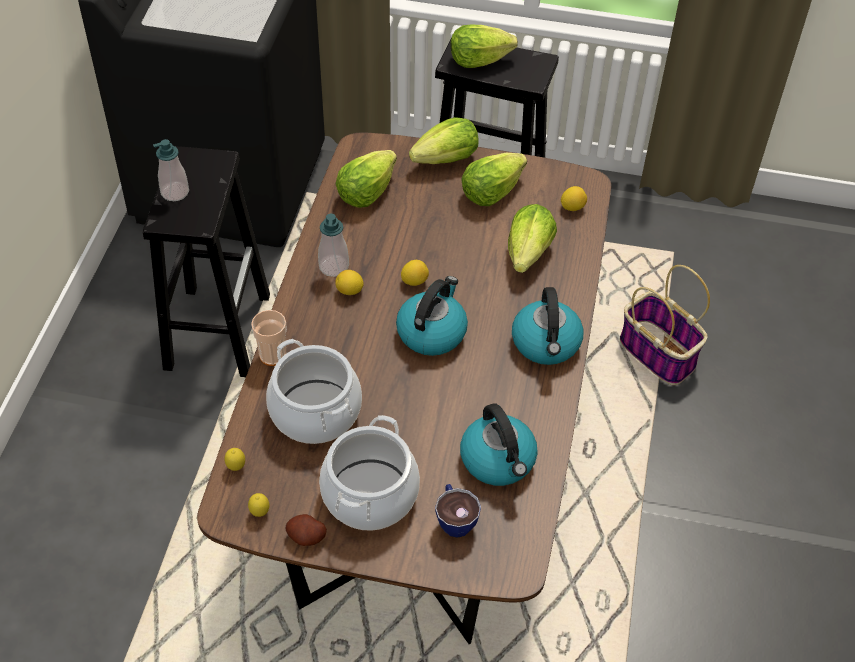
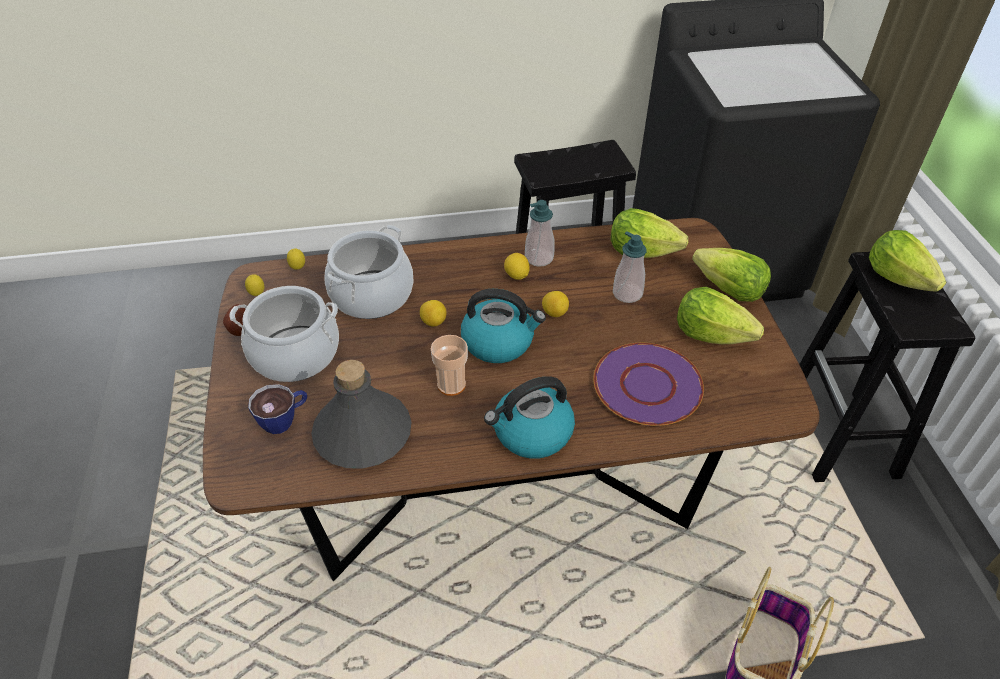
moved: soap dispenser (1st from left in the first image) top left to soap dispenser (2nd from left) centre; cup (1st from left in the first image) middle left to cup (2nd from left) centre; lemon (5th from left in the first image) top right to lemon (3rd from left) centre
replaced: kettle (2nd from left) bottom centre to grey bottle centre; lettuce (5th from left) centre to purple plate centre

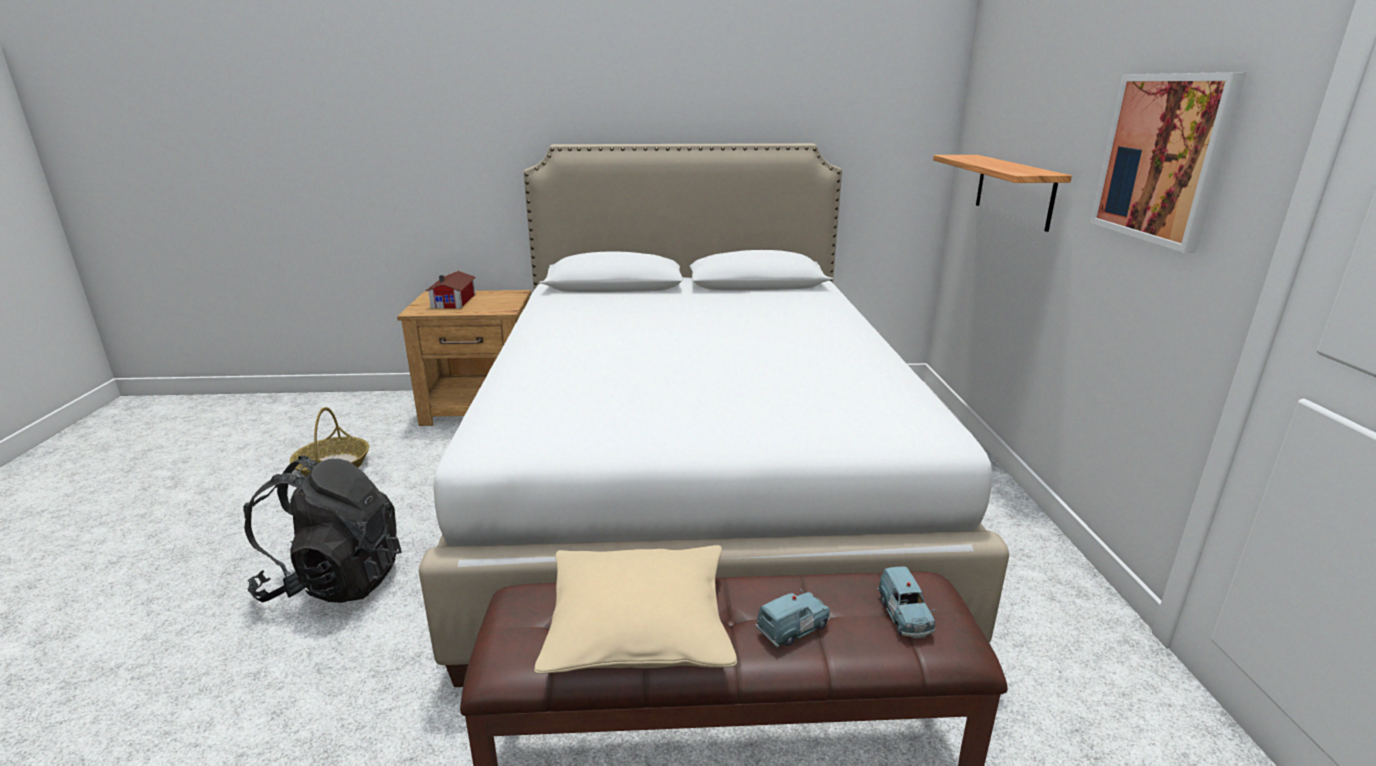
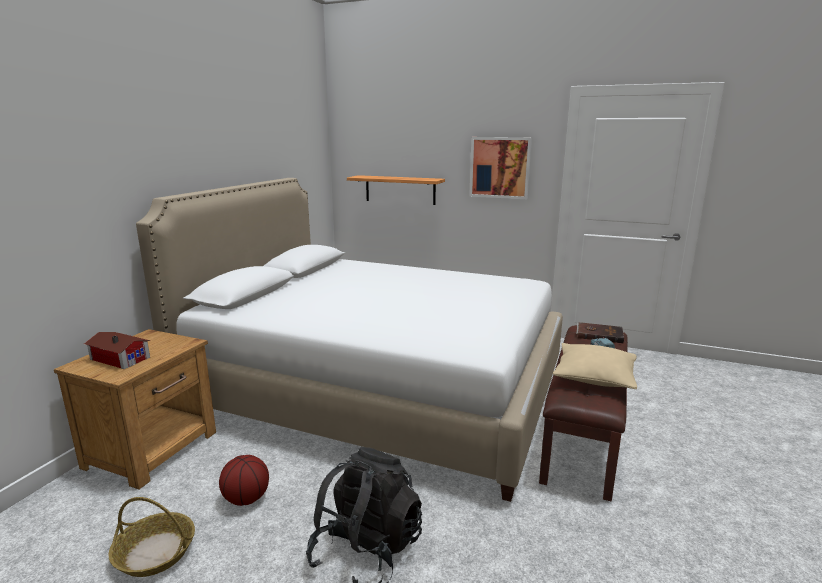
added: basketball bottom left
replaced: blue toy car (2nd from left) bottom centre to brown book middle right

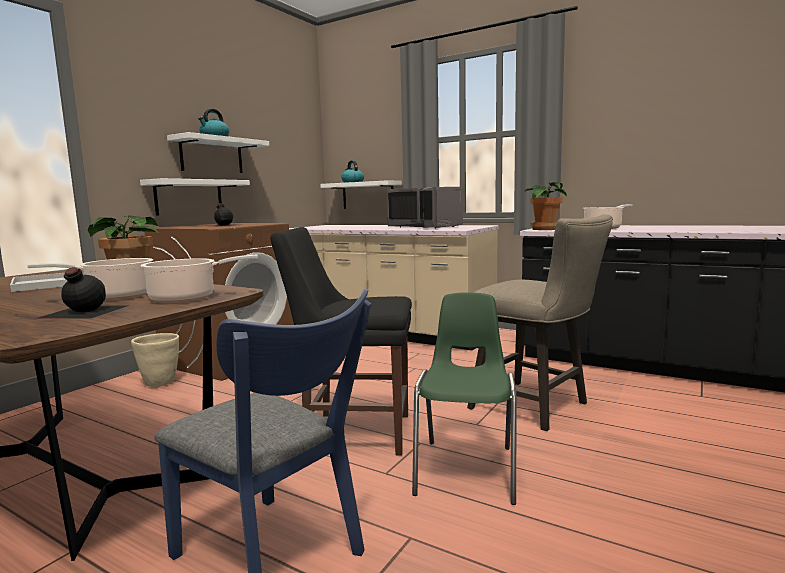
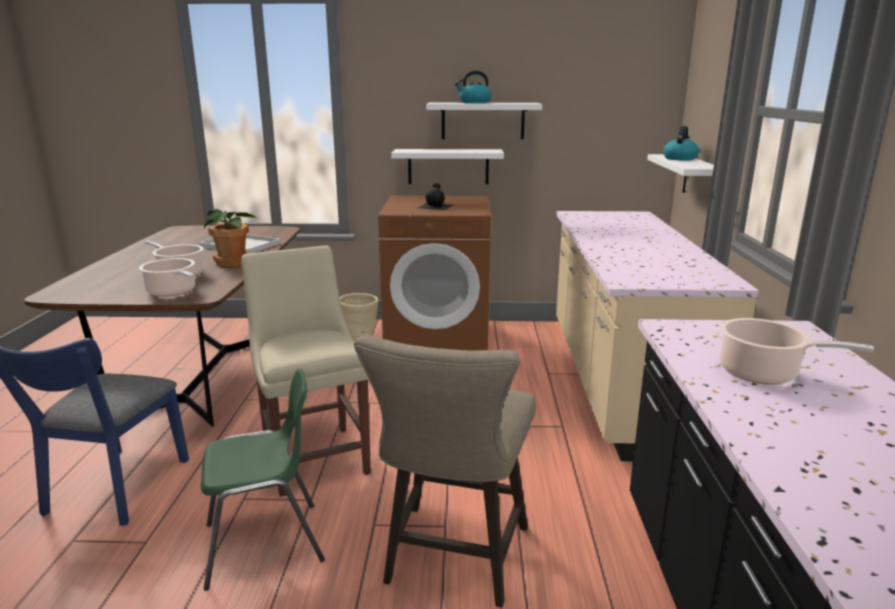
removed: black bottle (1st from left) middle left; grey microwave centre; potted plant (2nd from left) middle right
recoloured: black chair centre to beige chair centre

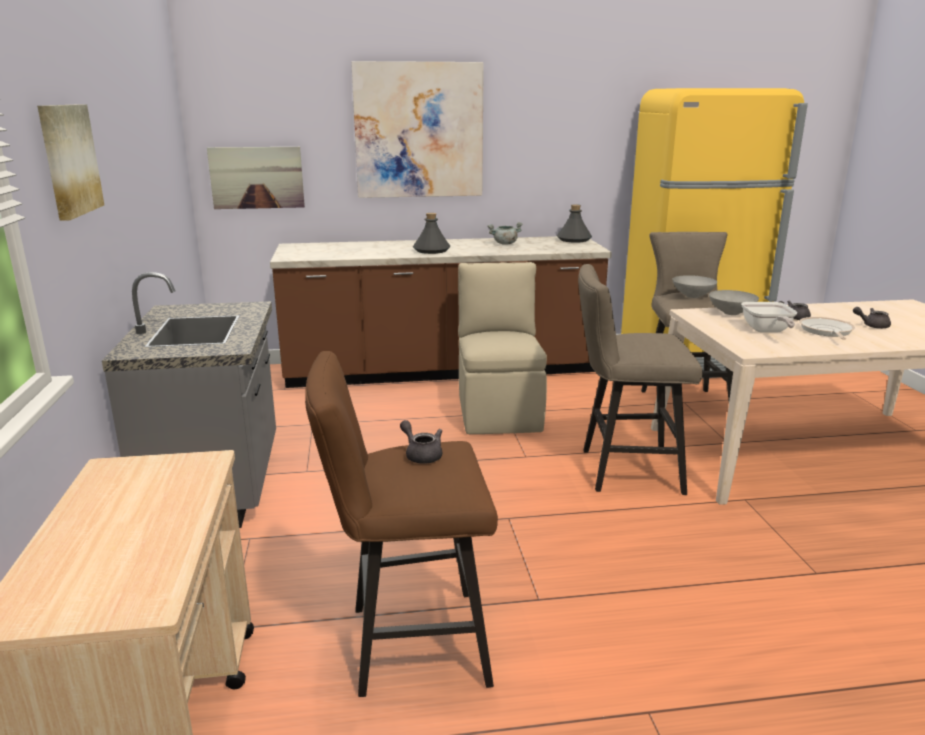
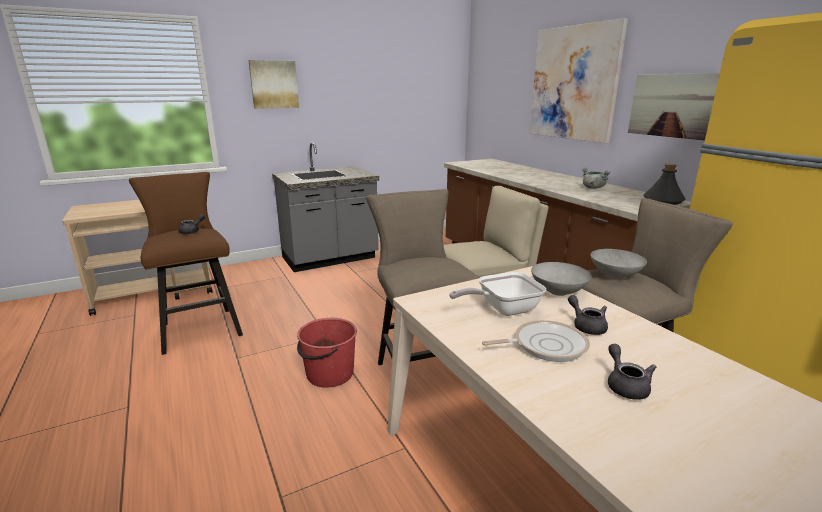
removed: grey bottle (1st from left) top centre
added: red bucket bottom centre
moved: picture (2nd from left in the first image) top left to picture (3rd from left) top right

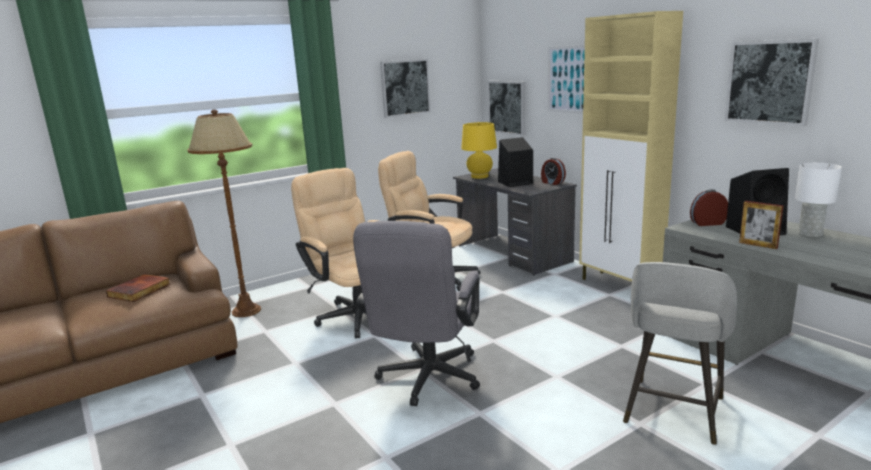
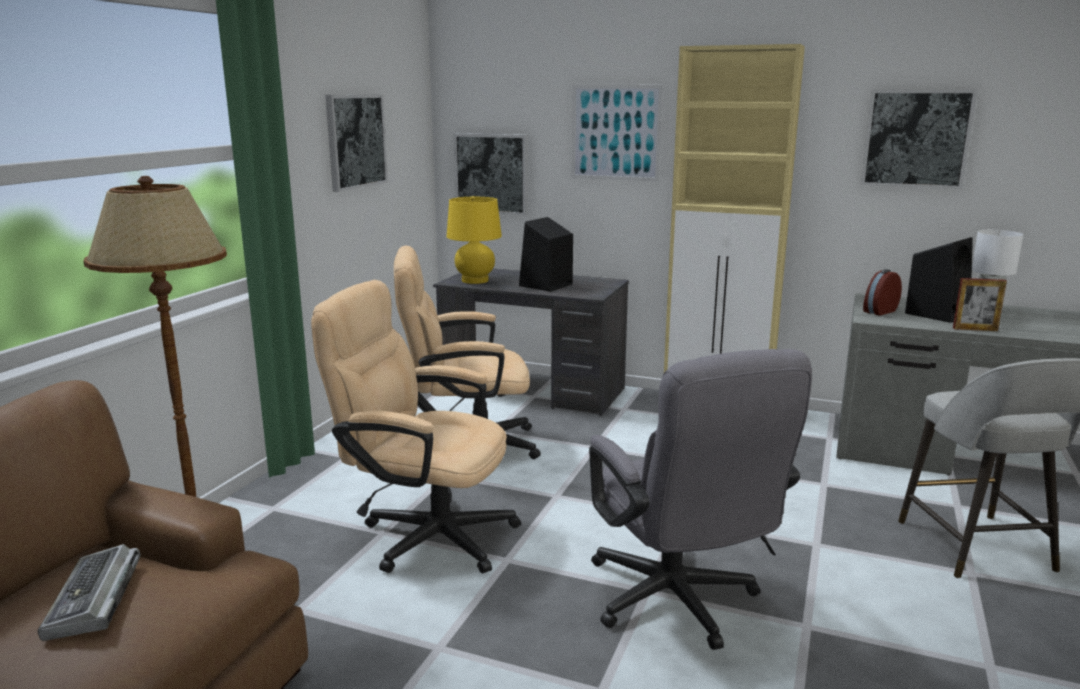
removed: alarm clock (1st from left) centre
replaced: book middle left to keyboard bottom left

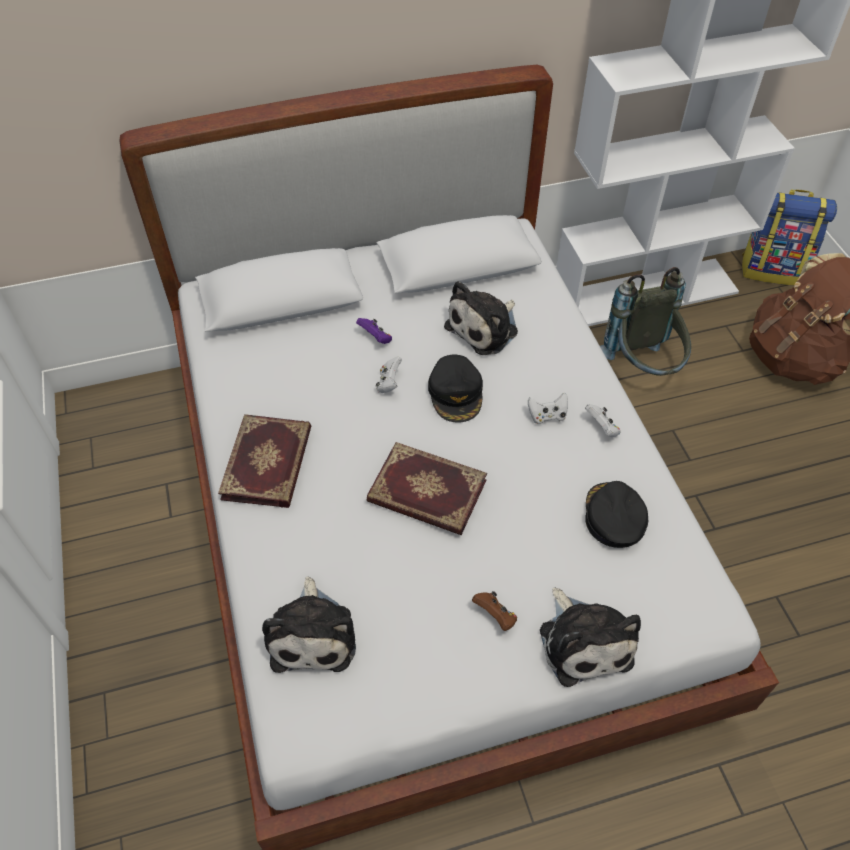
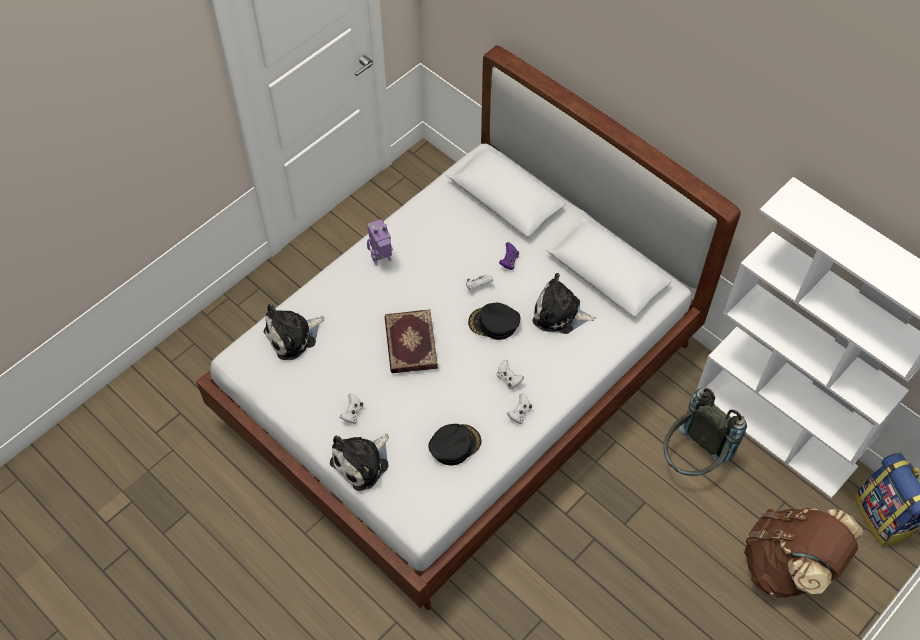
replaced: book (1st from left) middle left to toy robot centre
recoloured: brown game controller bottom centre to white game controller (1st from left) centre
turned: black cap (1st from left in the first image) centre = centre 45 degrees clockwise

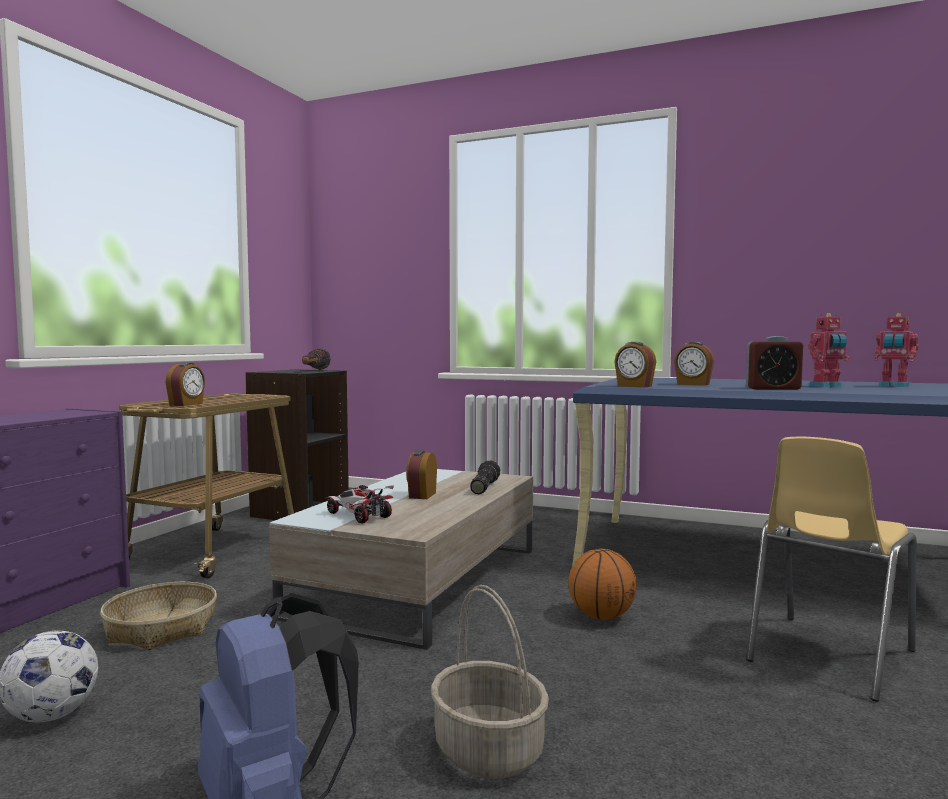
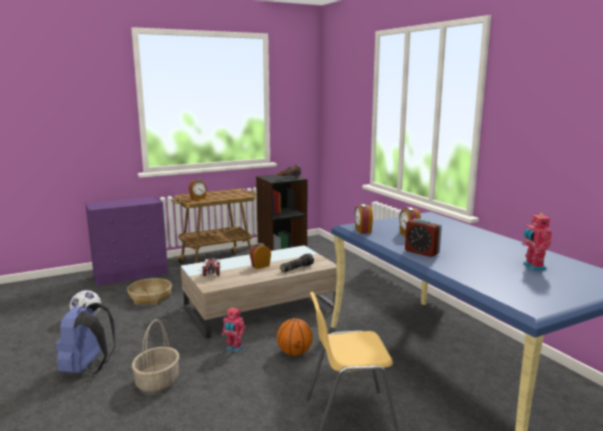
moved: toy robot (1st from left) middle right to bottom centre

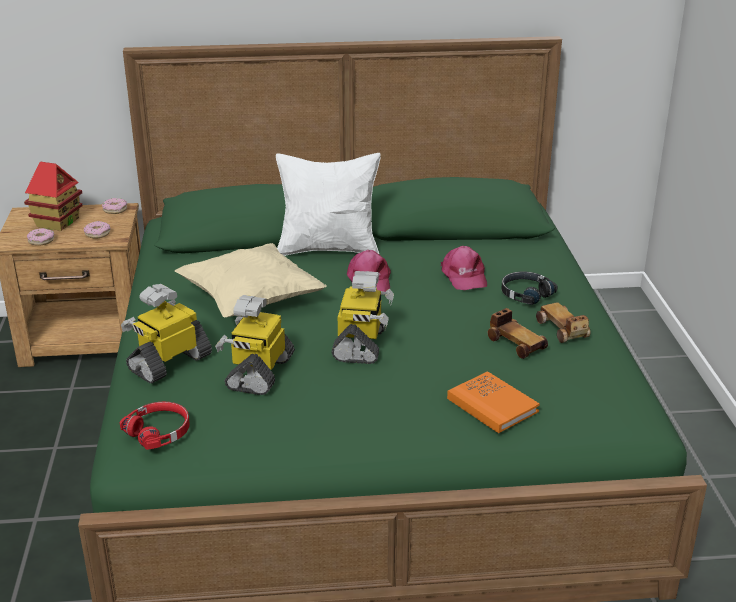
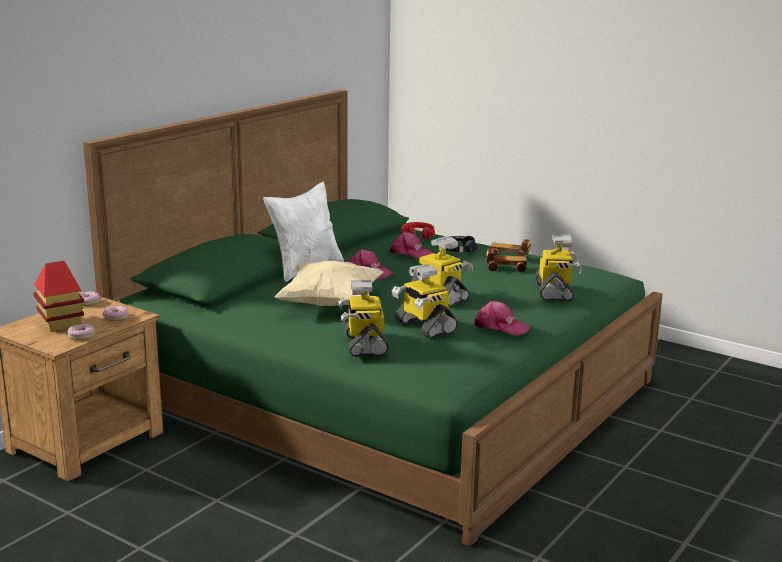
added: pink cap (3rd from left) centre
moved: red headphones bottom left to centre
replaced: orange book bottom right to toy robot (4th from left) middle right

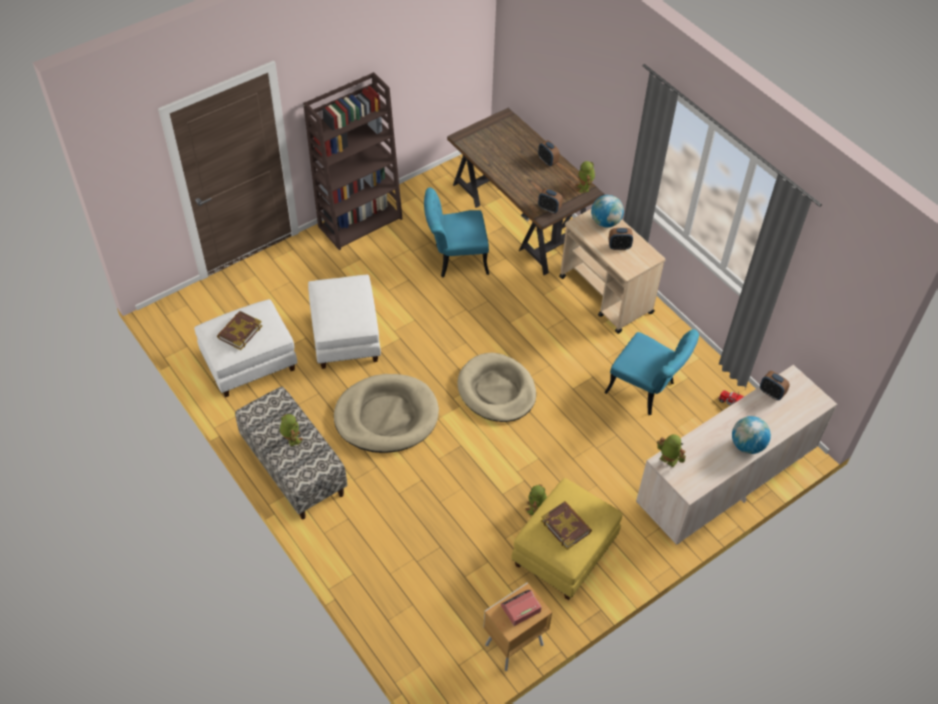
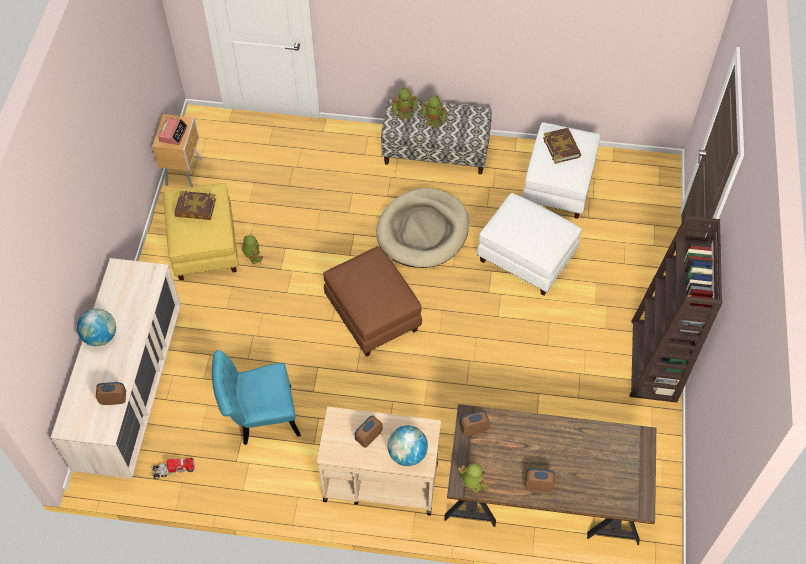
removed: turquoise chair (1st from left) top centre
moved: toy robot (4th from left in the first image) middle right to toy robot (2nd from left) top centre
replaced: beige dog bed (2nd from left) centre to brown ottoman centre

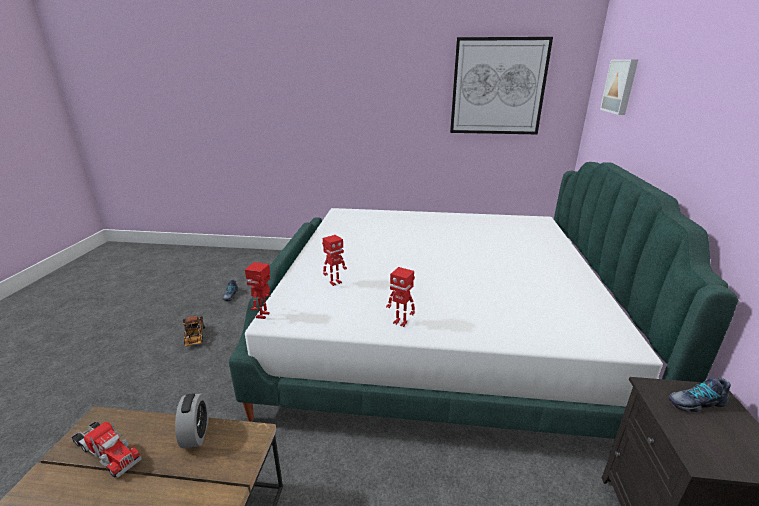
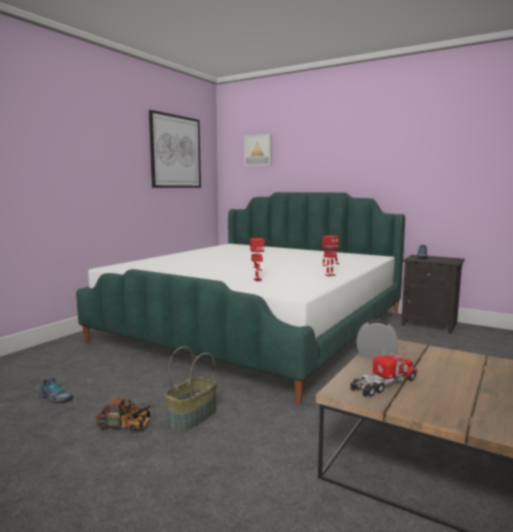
removed: toy robot (1st from left) centre
added: basket bottom centre

